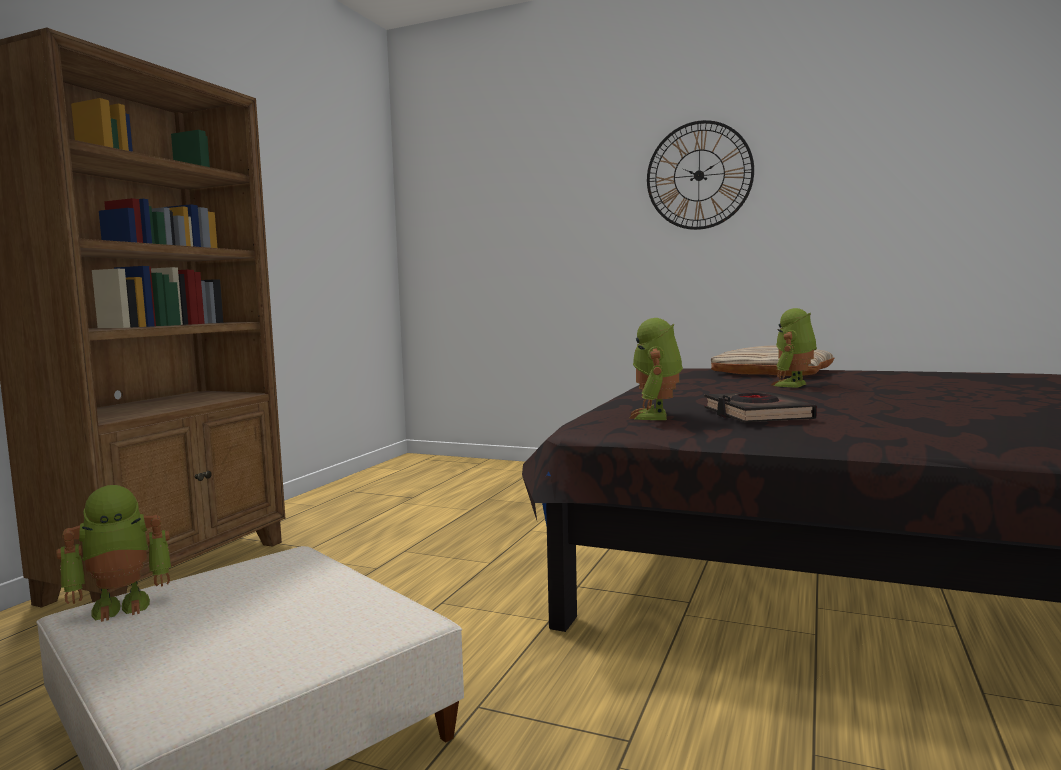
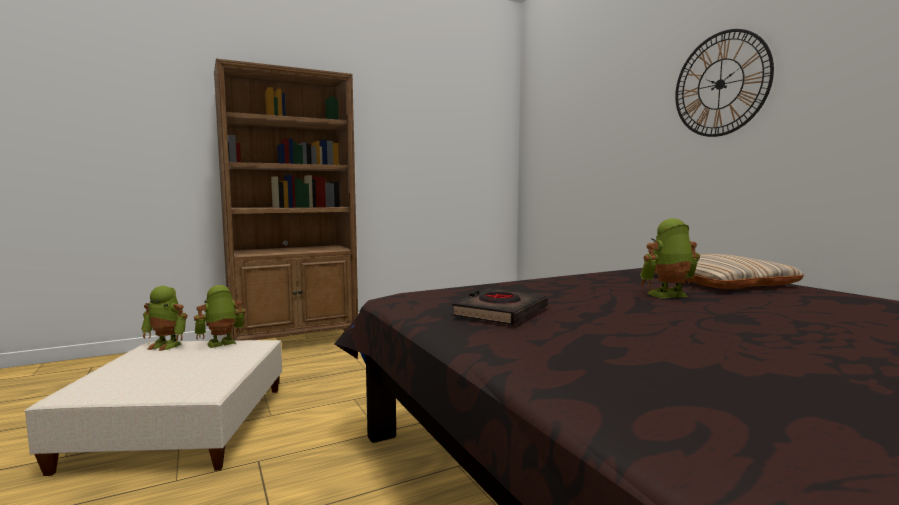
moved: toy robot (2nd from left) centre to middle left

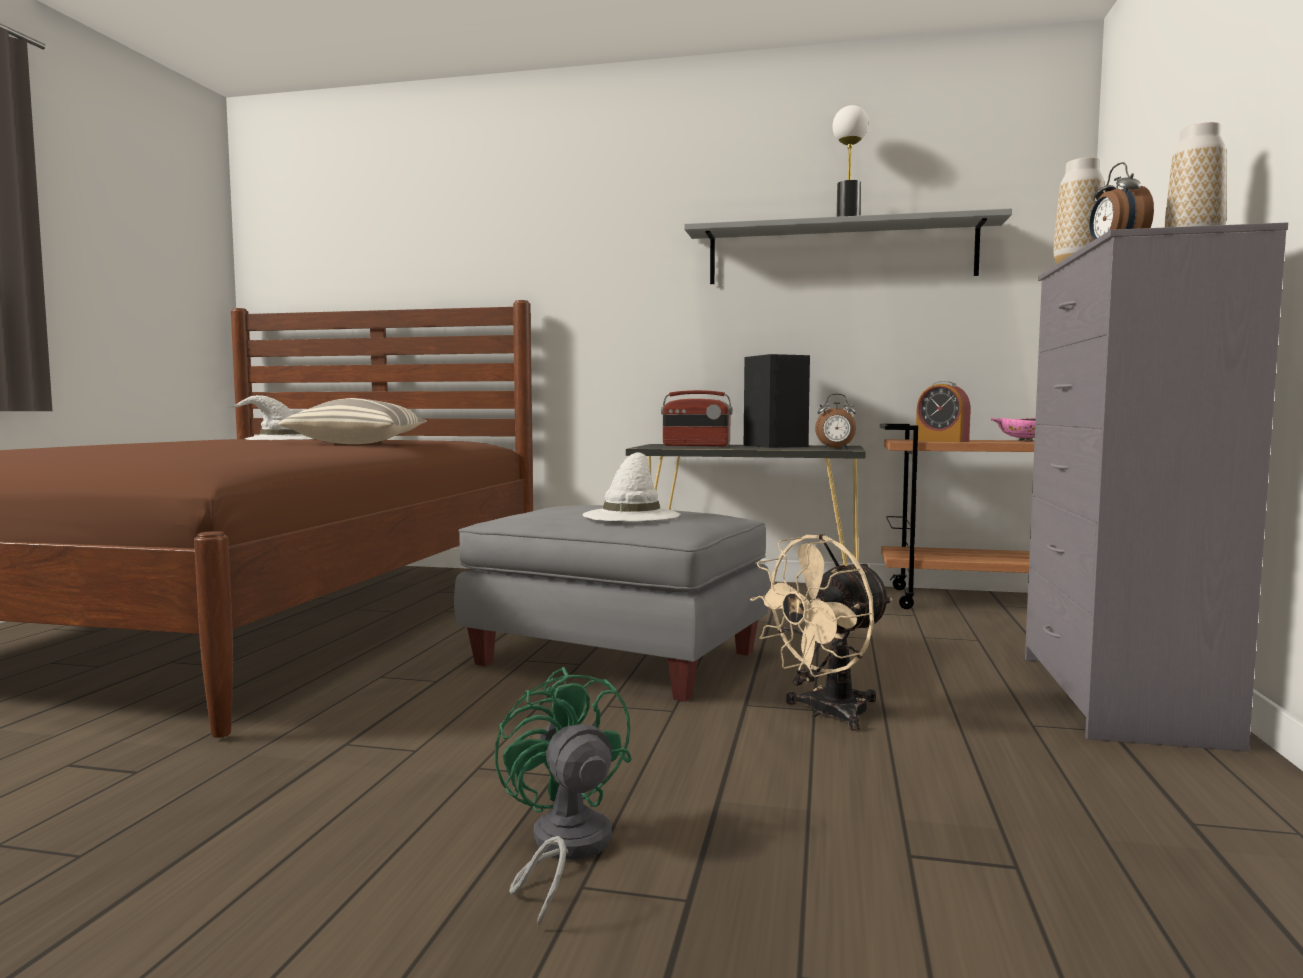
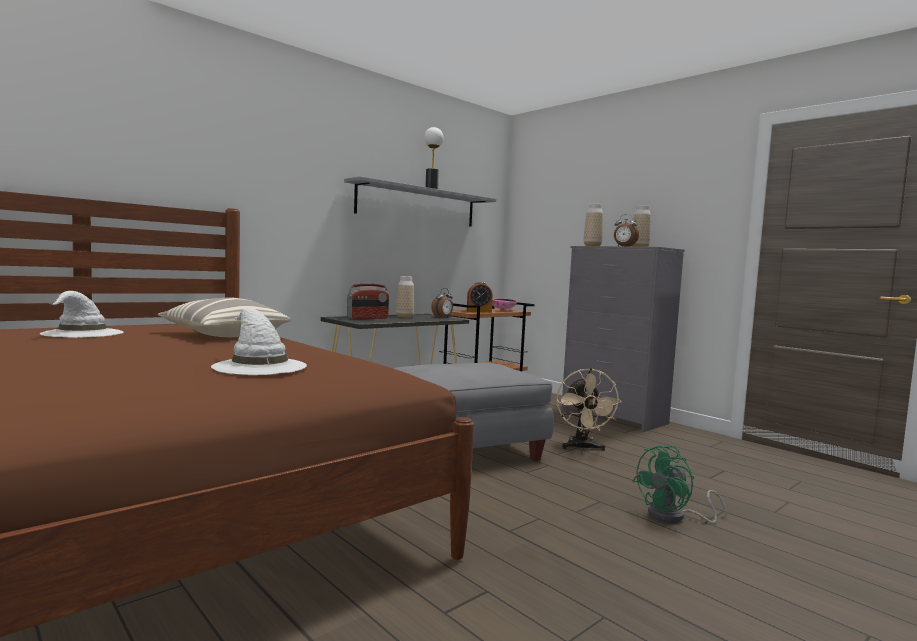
moved: white hat (2nd from left) centre to middle left
replaced: black speaker centre to vase (1st from left) centre
turned: green fan bottom centre = bottom right 45 degrees counterclockwise

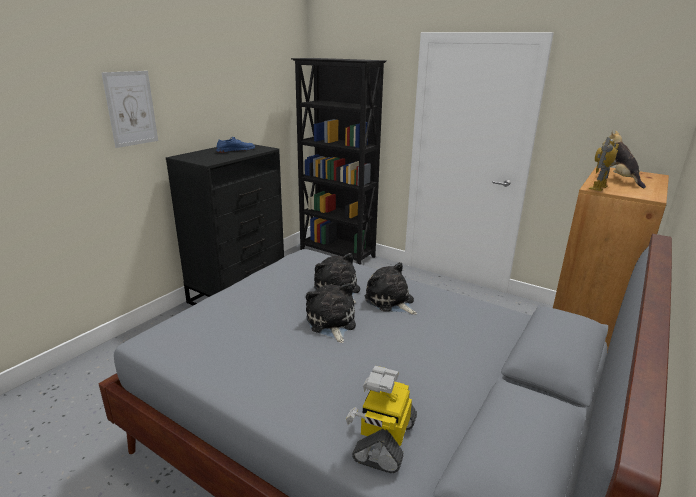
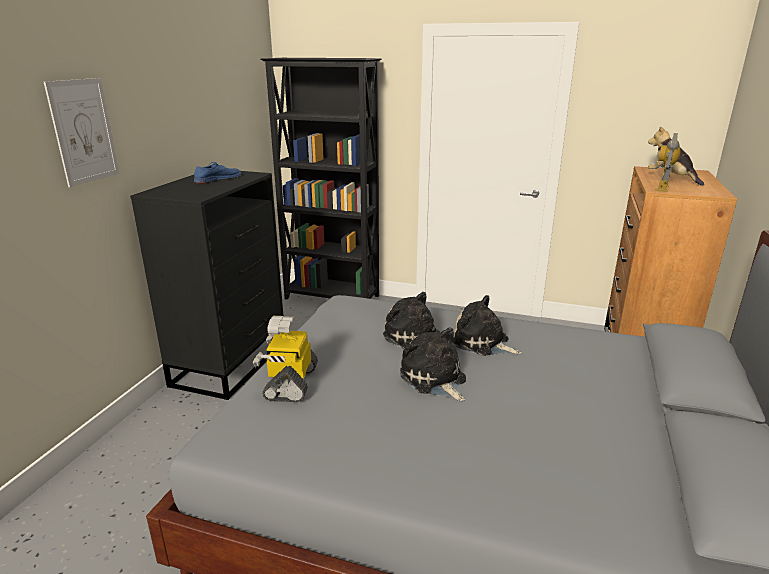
moved: toy robot (1st from left) bottom centre to centre

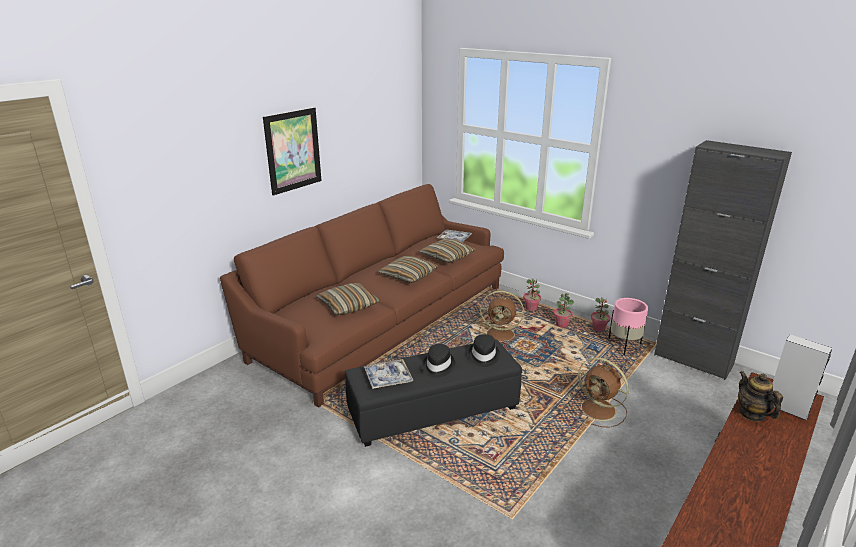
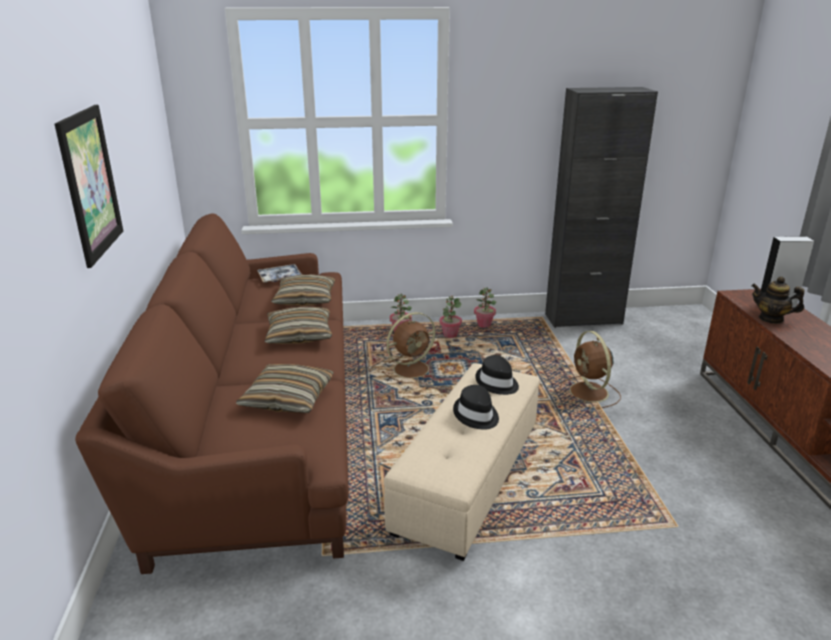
removed: tray (1st from left) bottom centre; pink planter middle right
recoloured: black ottoman bottom centre to beige ottoman bottom centre
turned: brown fan (2nd from left) bottom right = middle right 75 degrees clockwise

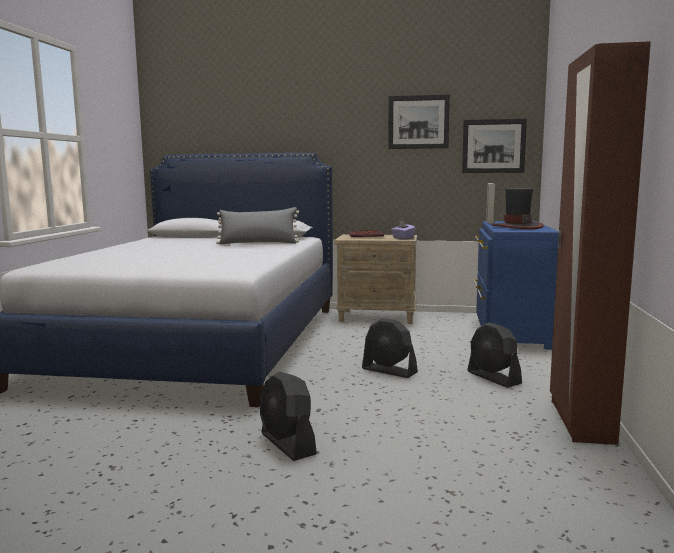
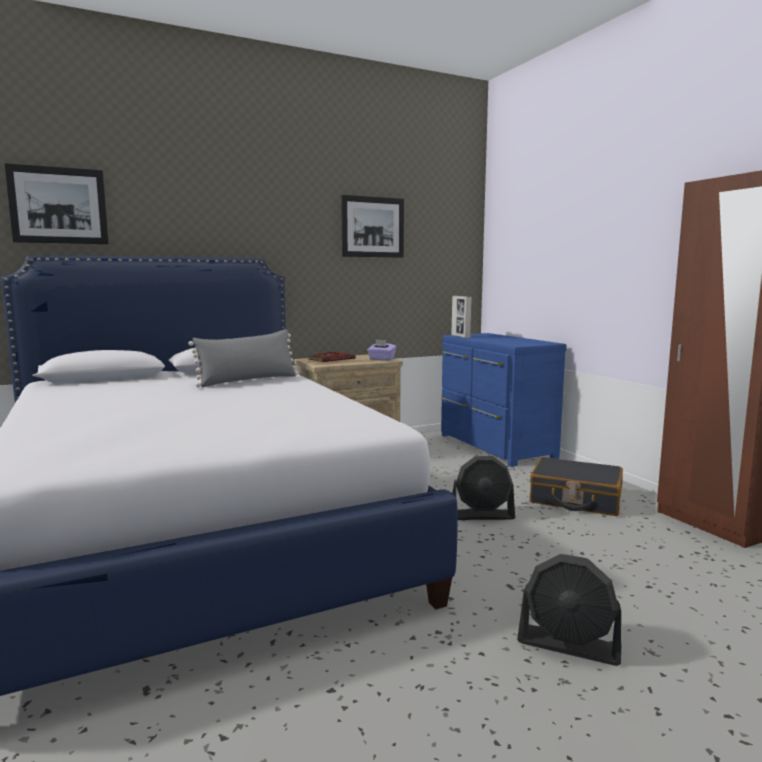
removed: hat middle right
moved: picture (2nd from left in the first image) top right to picture (1st from left) top left
replaced: black fan (3rd from left) middle right to black suitcase middle right

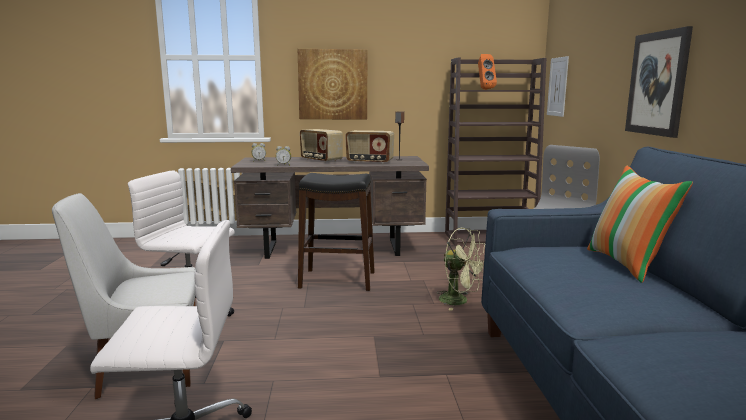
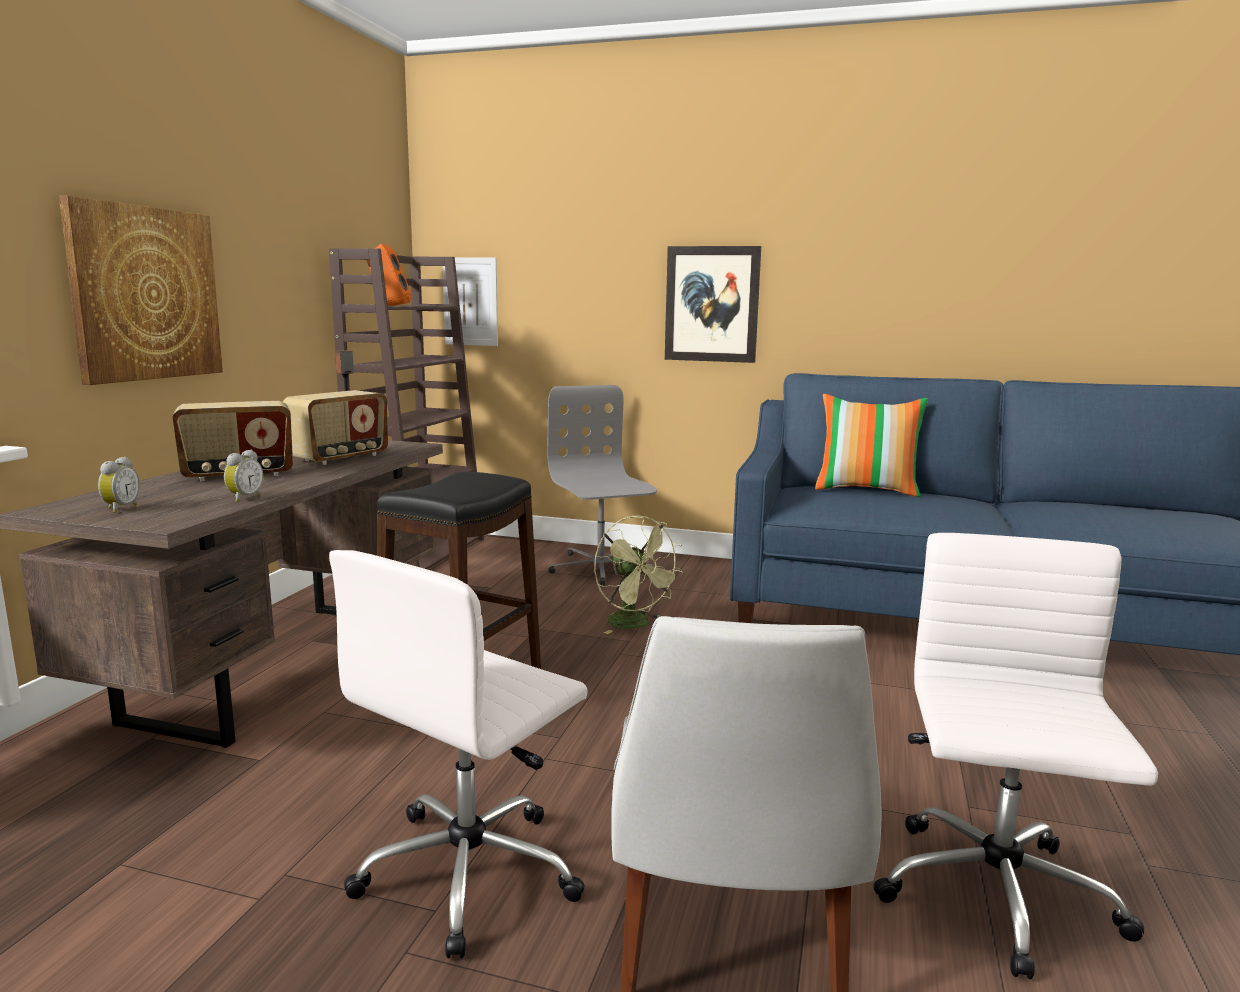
turned: green fan centre = centre 90 degrees clockwise

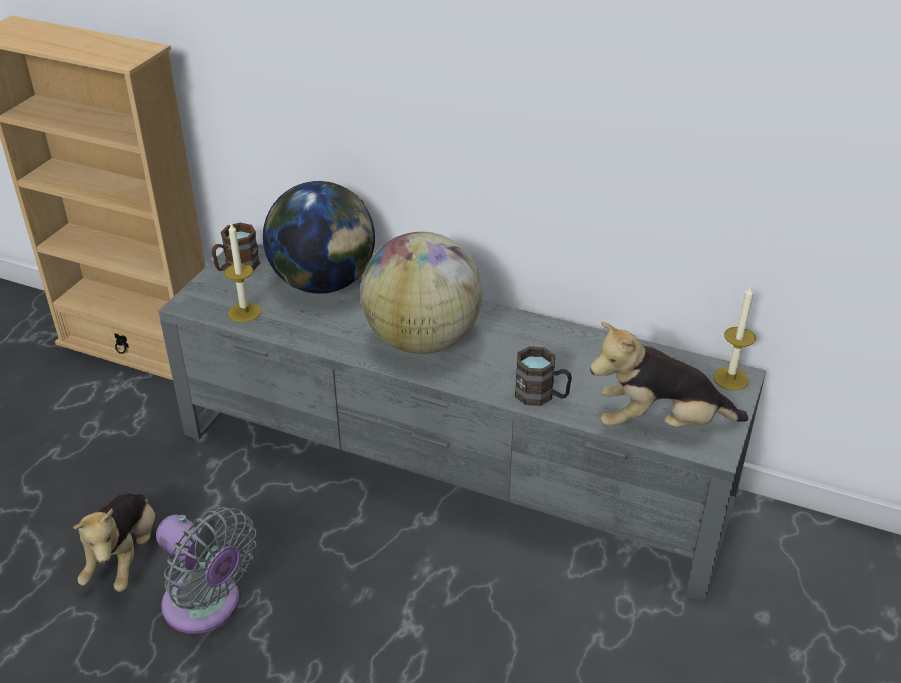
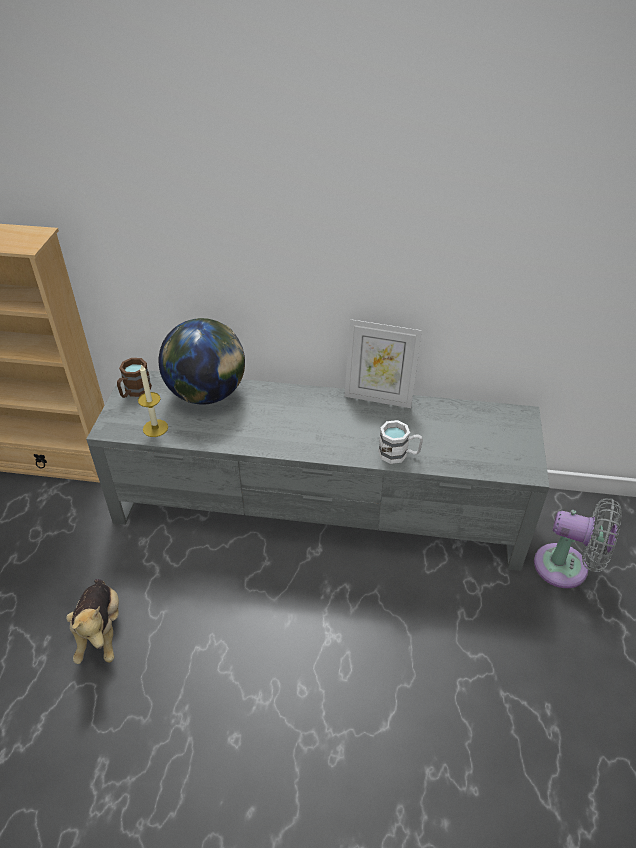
removed: globe (2nd from left) centre; plush toy (2nd from left) middle right; candle (2nd from left) middle right
added: picture frame centre
moved: grey fan bottom left to middle right
recoloured: brown mug (2nd from left) centre to white mug centre

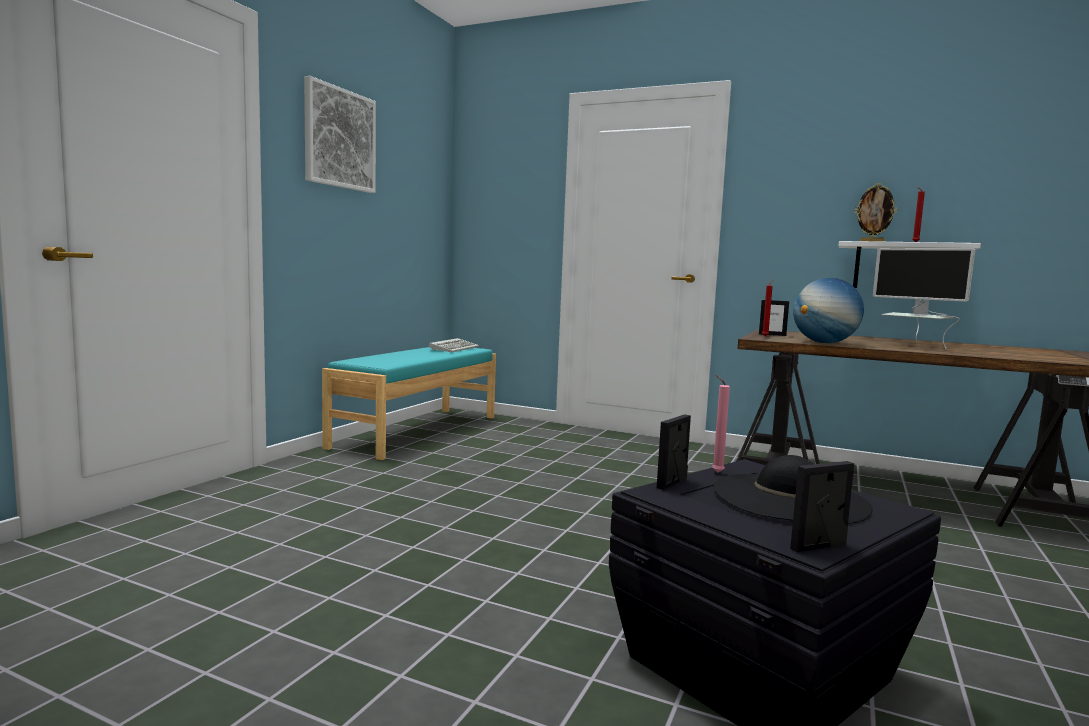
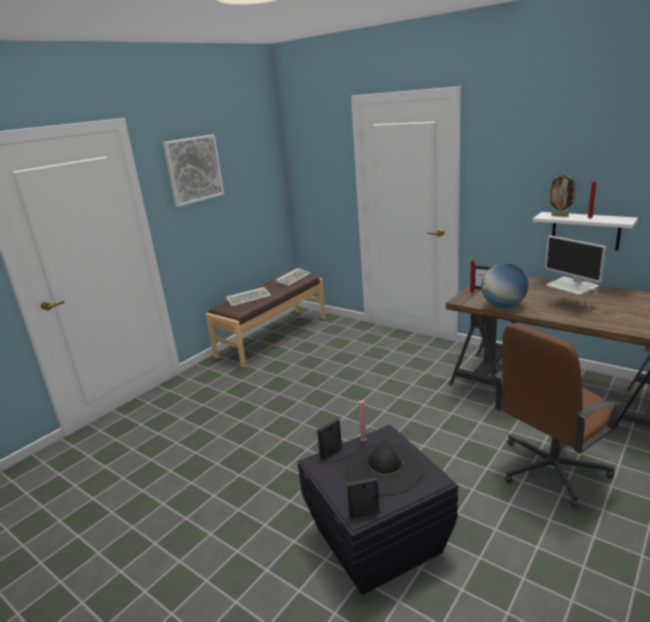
added: keyboard (1st from left) centre; brown office chair bottom right
recoloured: turquoise bench centre to brown bench centre

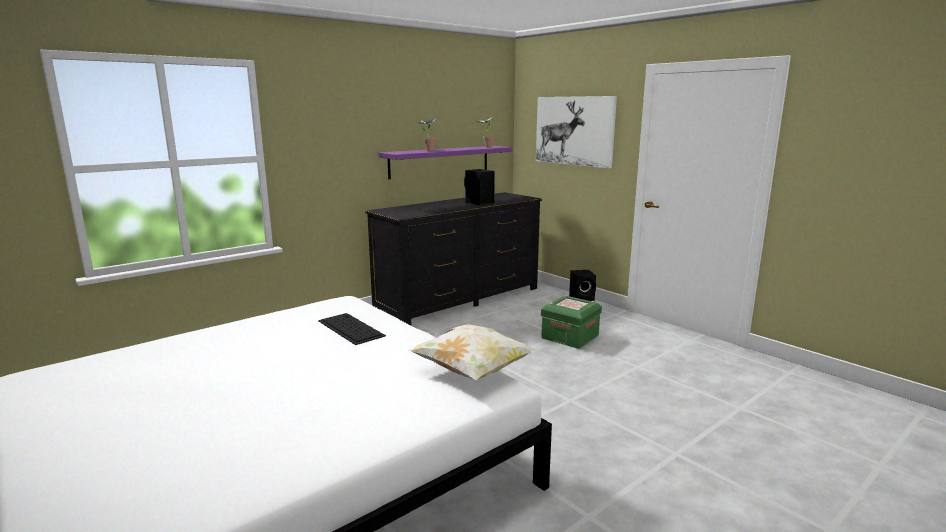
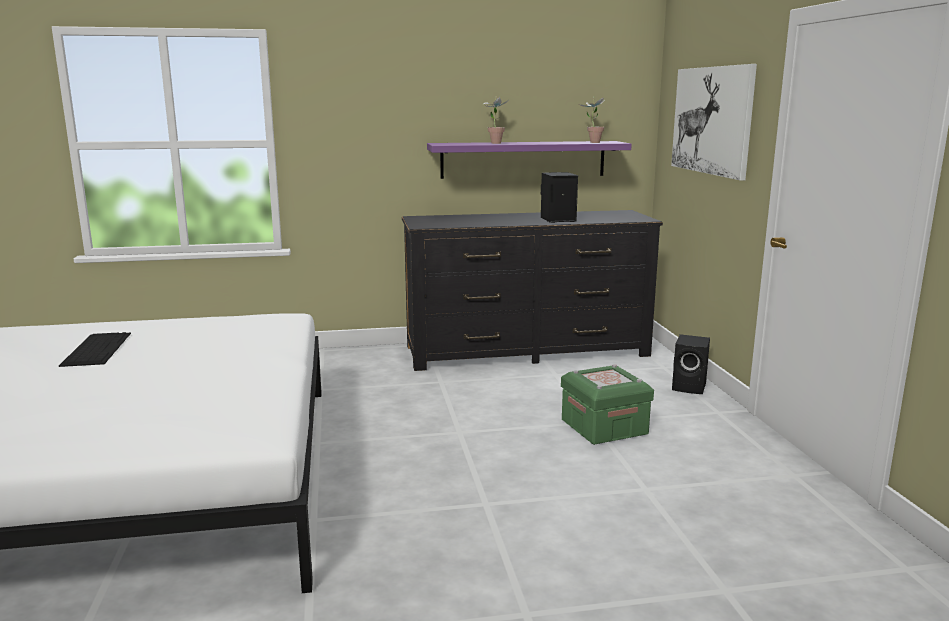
removed: pillow centre
moved: keyboard centre to middle left

